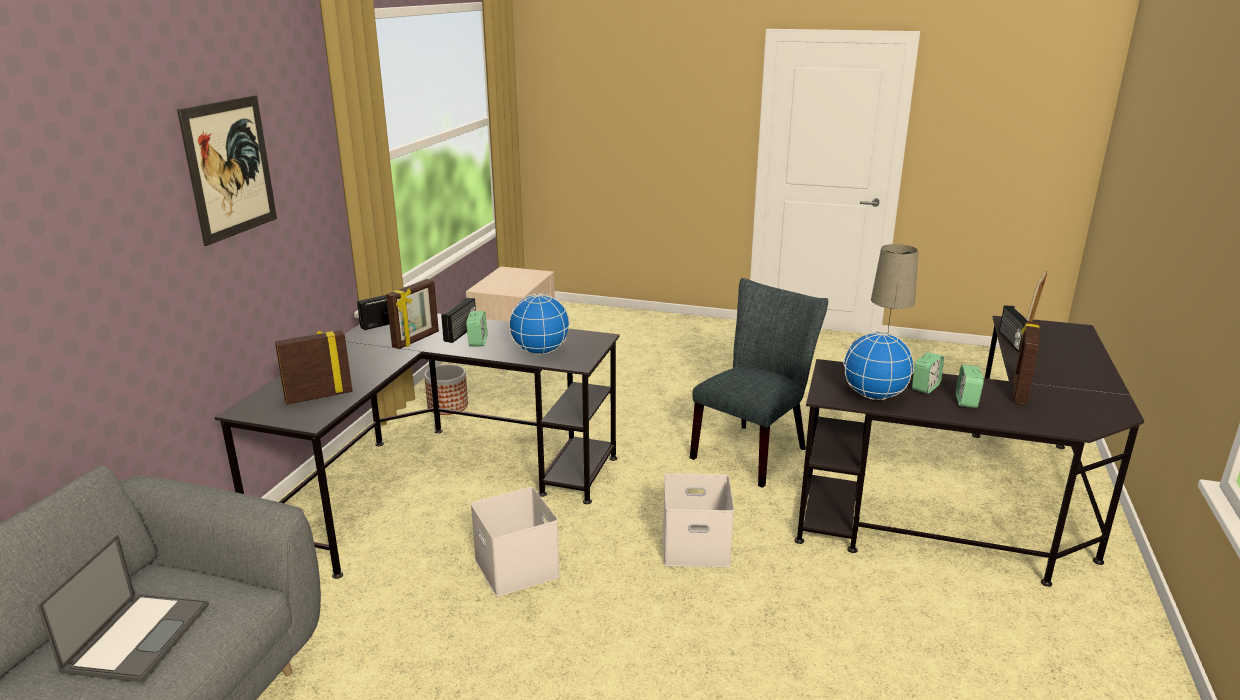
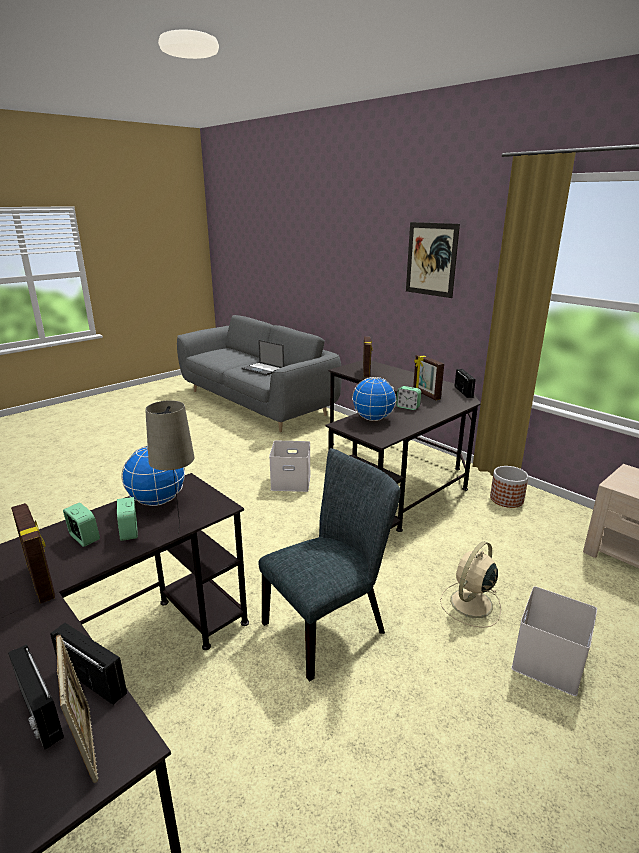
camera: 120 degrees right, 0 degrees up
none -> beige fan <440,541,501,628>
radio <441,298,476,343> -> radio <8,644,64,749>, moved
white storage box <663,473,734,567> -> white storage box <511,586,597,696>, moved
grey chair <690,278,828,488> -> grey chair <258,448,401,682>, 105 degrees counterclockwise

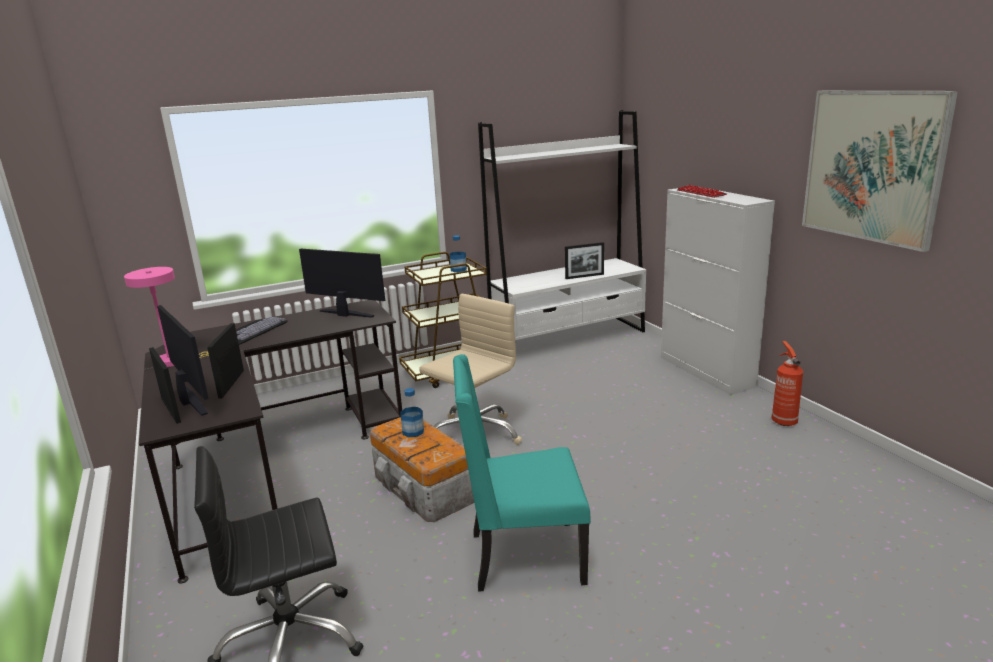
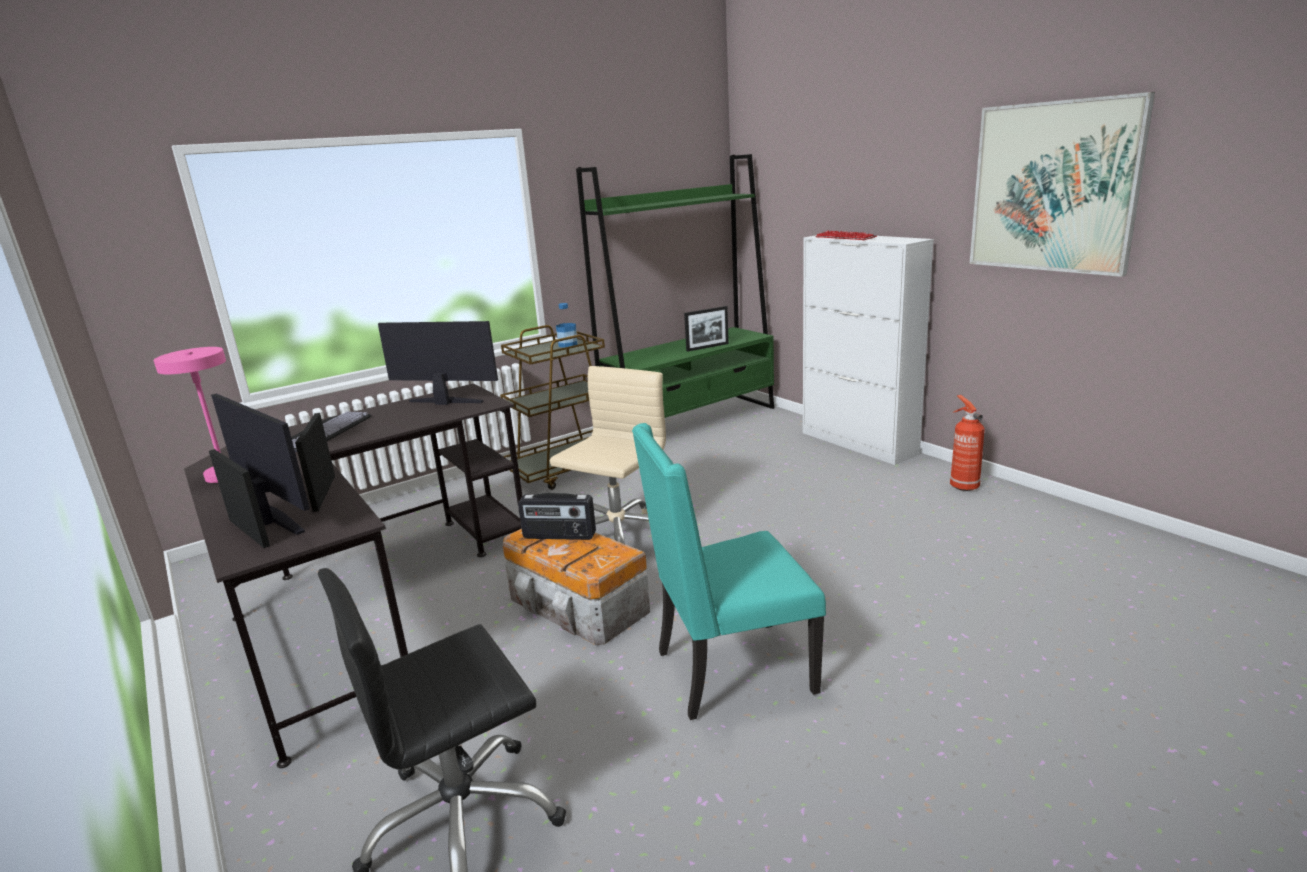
camera: 10 degrees left, 0 degrees up
bottle <400,388,424,437> -> radio <518,493,596,540>
white bookcase <478,110,646,340> -> green bookcase <576,154,774,418>

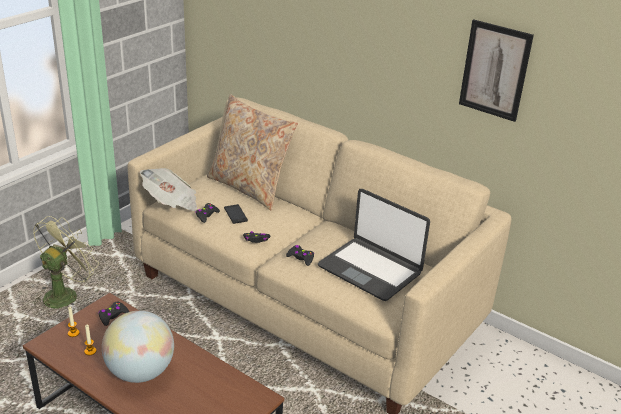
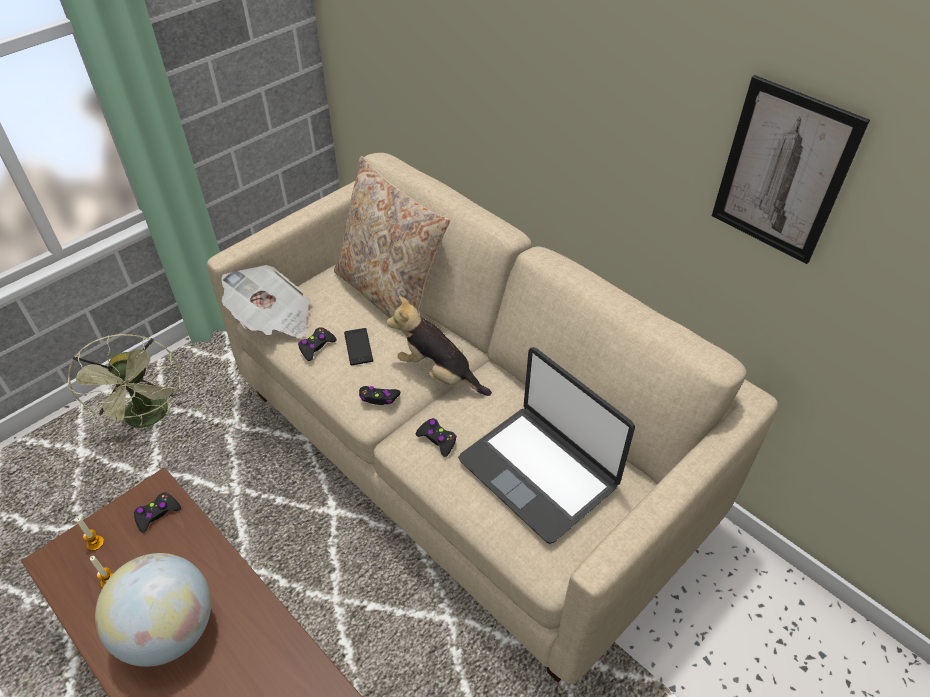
camera: 10 degrees right, 15 degrees up
none -> plush toy <386,296,492,396>
green fan <33,216,99,308> -> green fan <67,334,185,428>, 120 degrees clockwise

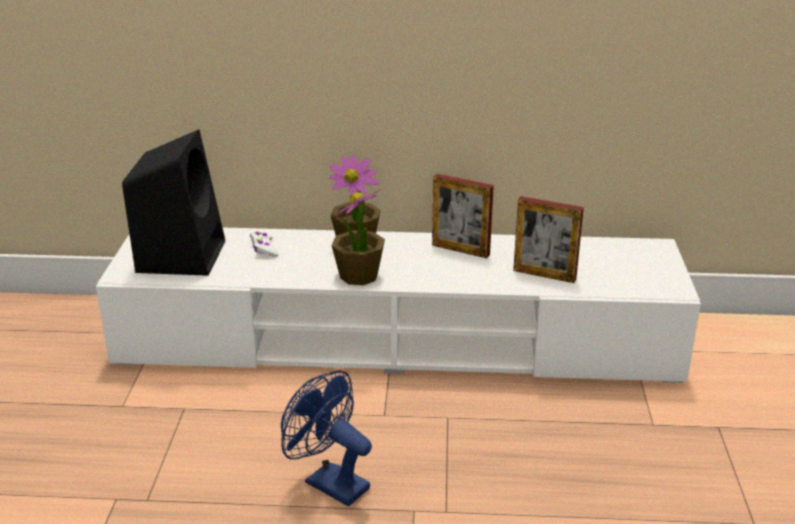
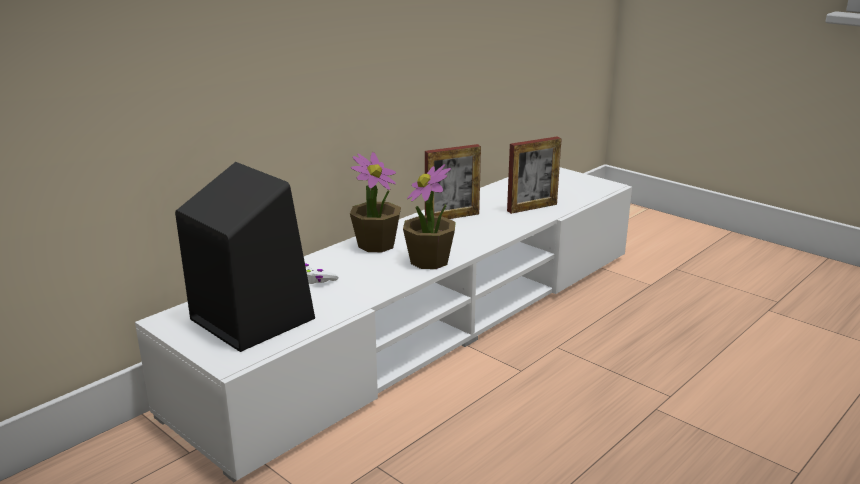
camera: 50 degrees left, 5 degrees down
blue fan <281,370,372,506> -> none

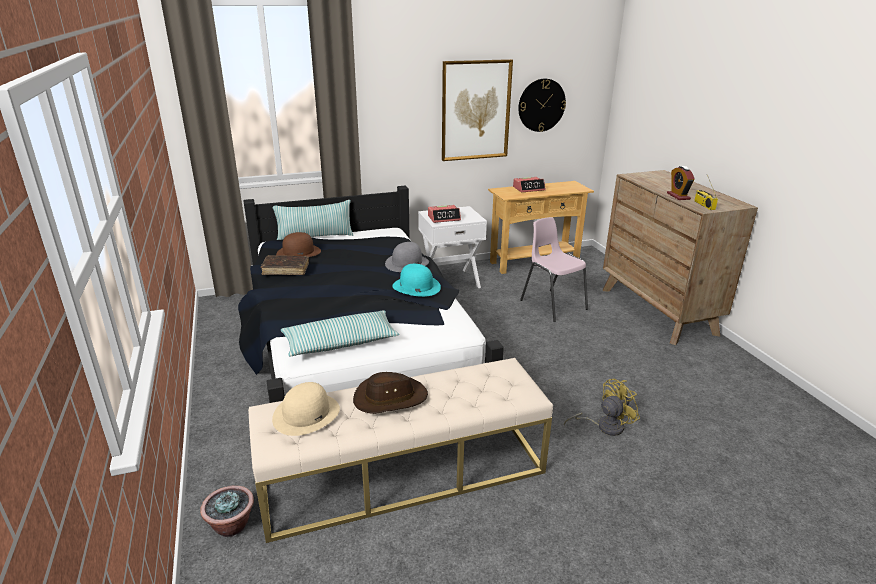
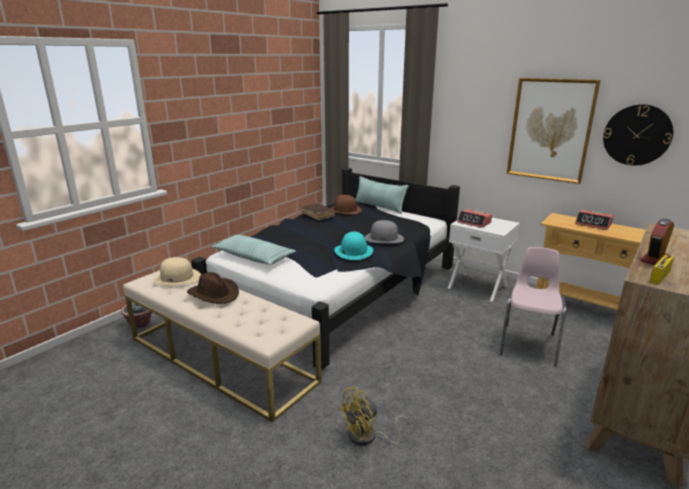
camera: 55 degrees right, 5 degrees down
yellow fan <564,379,640,436> -> yellow fan <338,386,412,446>, 120 degrees clockwise

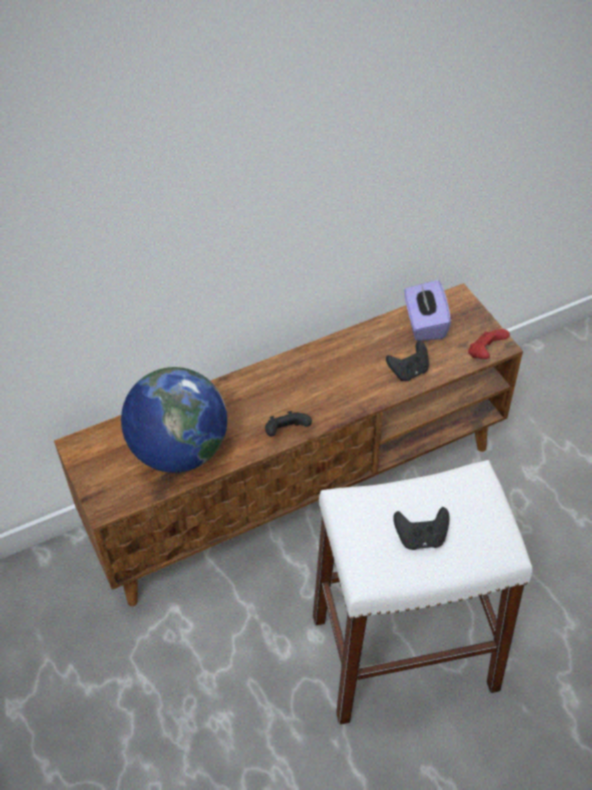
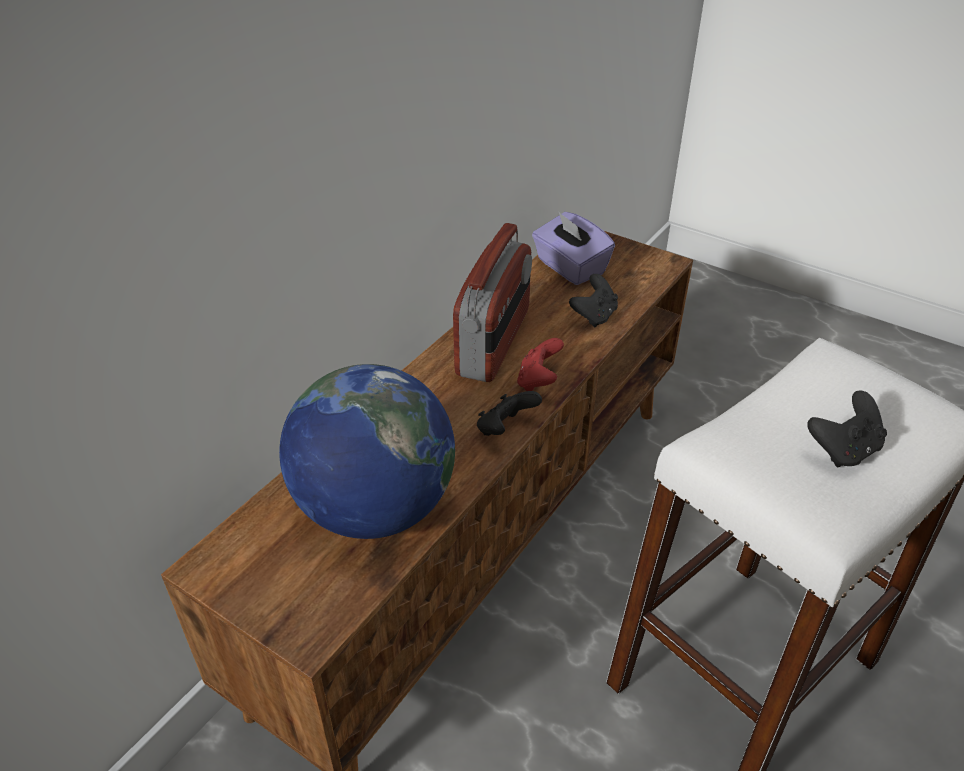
camera: 30 degrees left, 10 degrees down
none -> radio <453,223,532,382>
red game controller <468,329,510,359> -> red game controller <517,338,564,391>, moved

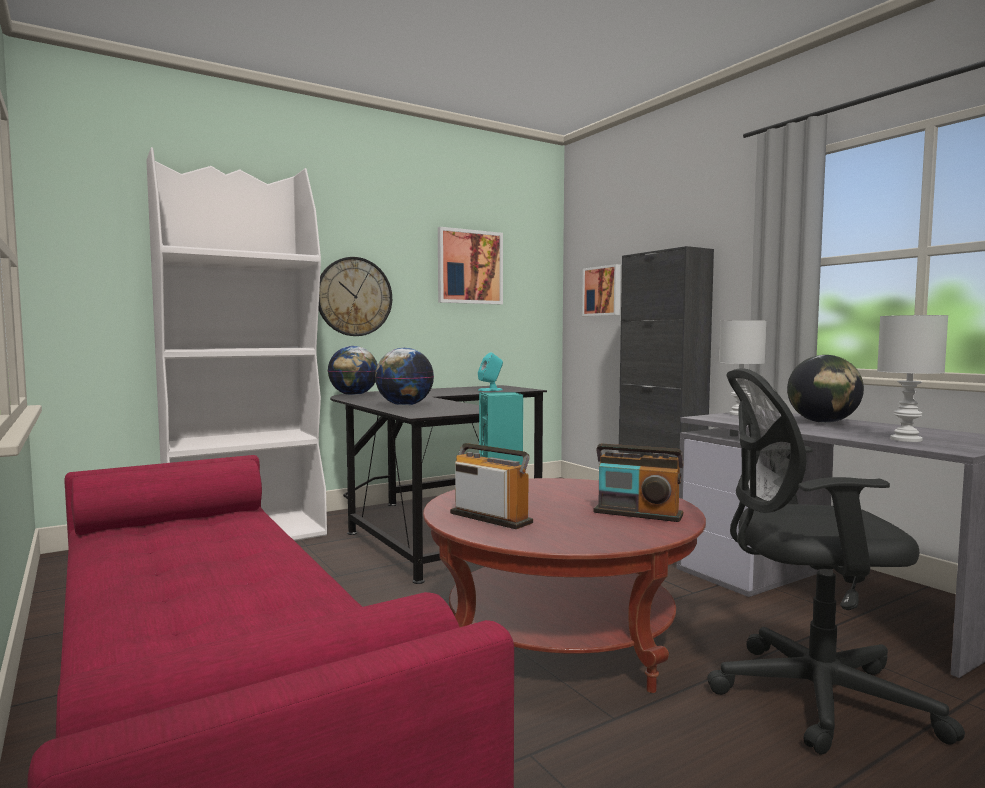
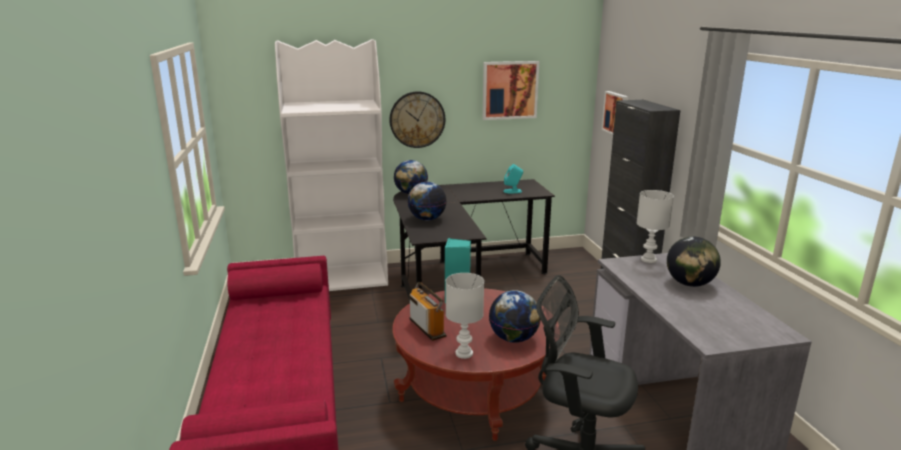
camera: 20 degrees right, 15 degrees up
white table lamp <877,315,948,442> -> white table lamp <446,273,484,359>, moved
radio <594,444,684,522> -> globe <489,290,541,343>

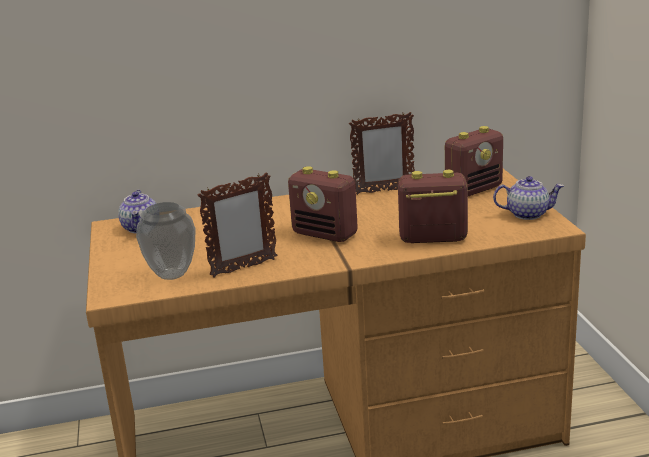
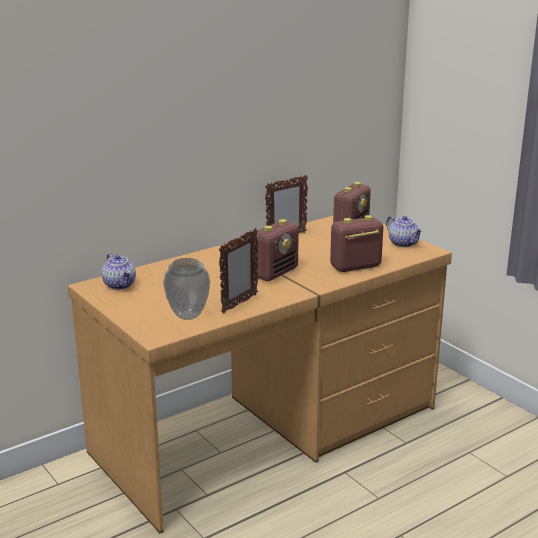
camera: 25 degrees left, 0 degrees up
radio <288,166,358,242> -> radio <254,219,299,281>, 60 degrees counterclockwise
teapot <493,176,564,220> -> teapot <386,216,423,247>, 75 degrees clockwise

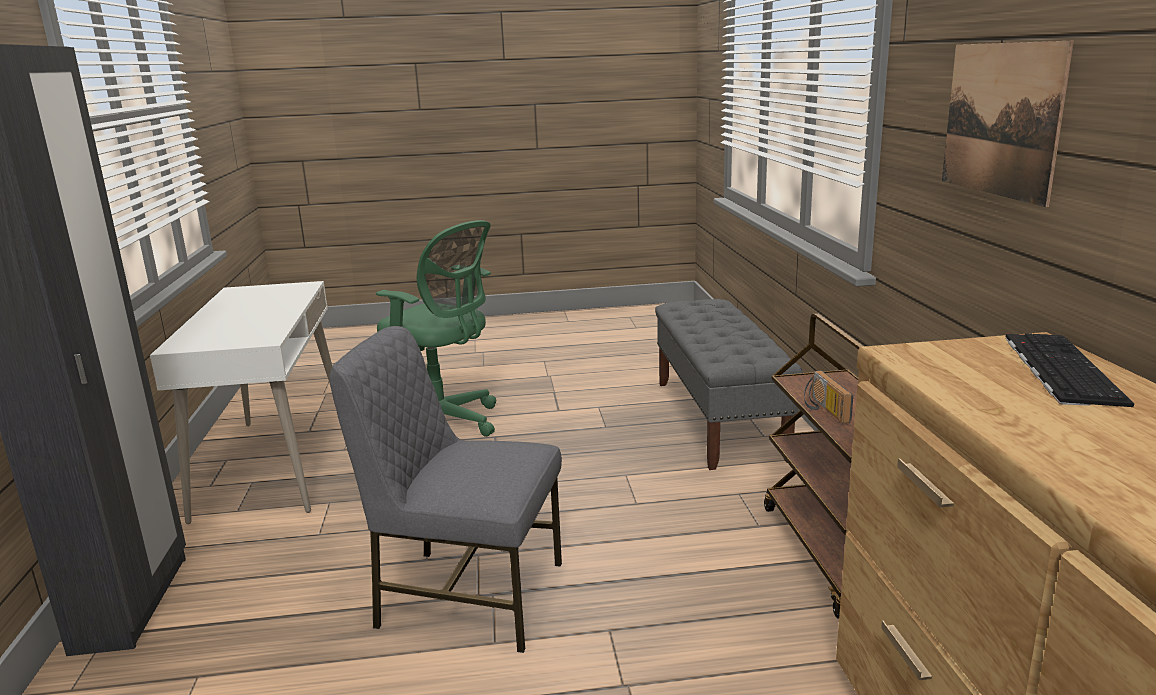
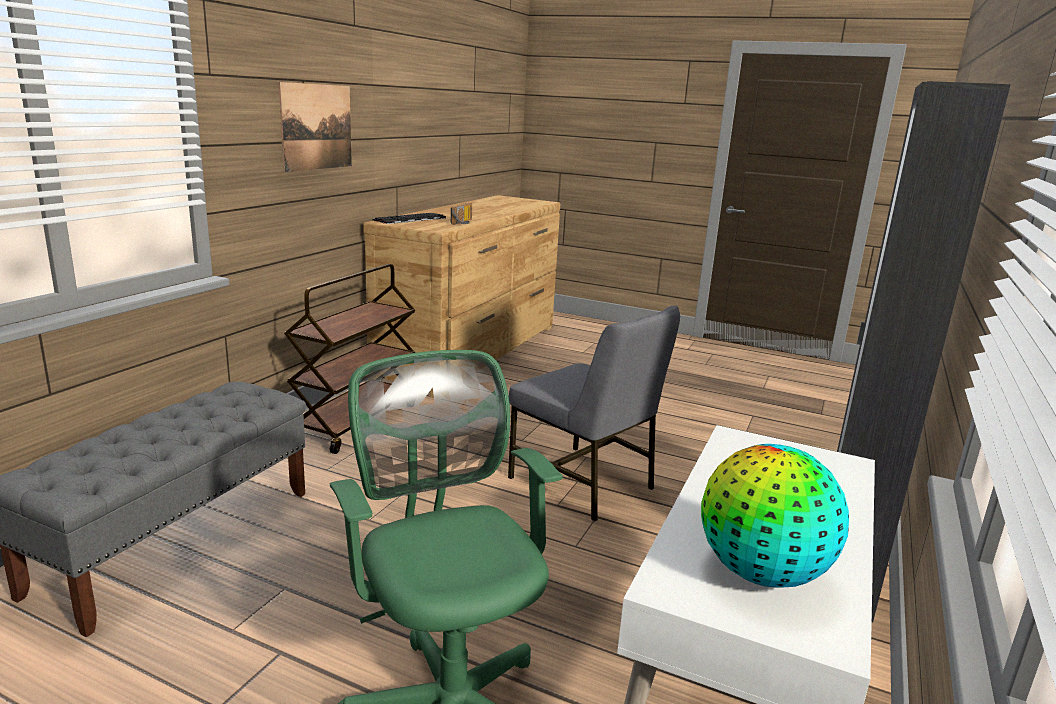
camera: 150 degrees left, 0 degrees up
none -> globe <701,444,849,588>
radio <804,370,853,423> -> radio <451,203,472,225>, moved

